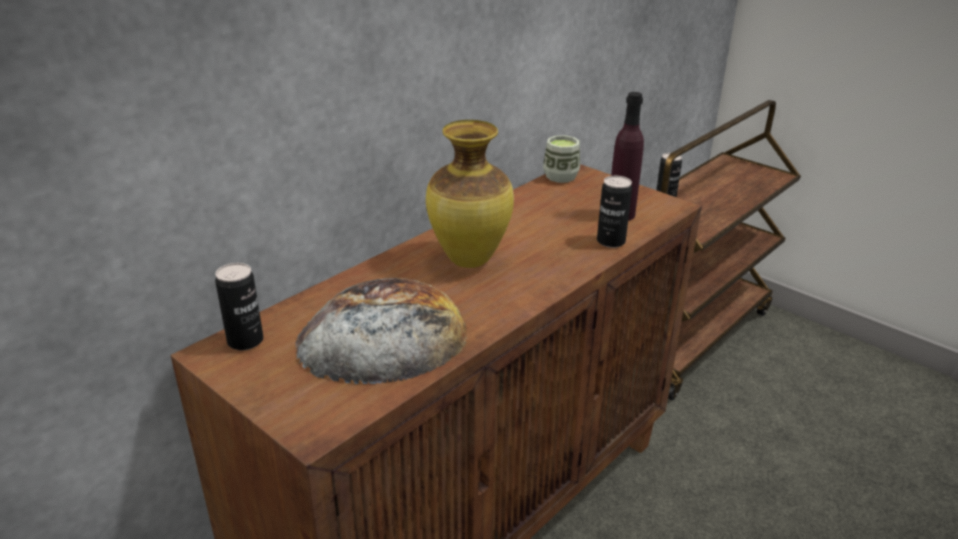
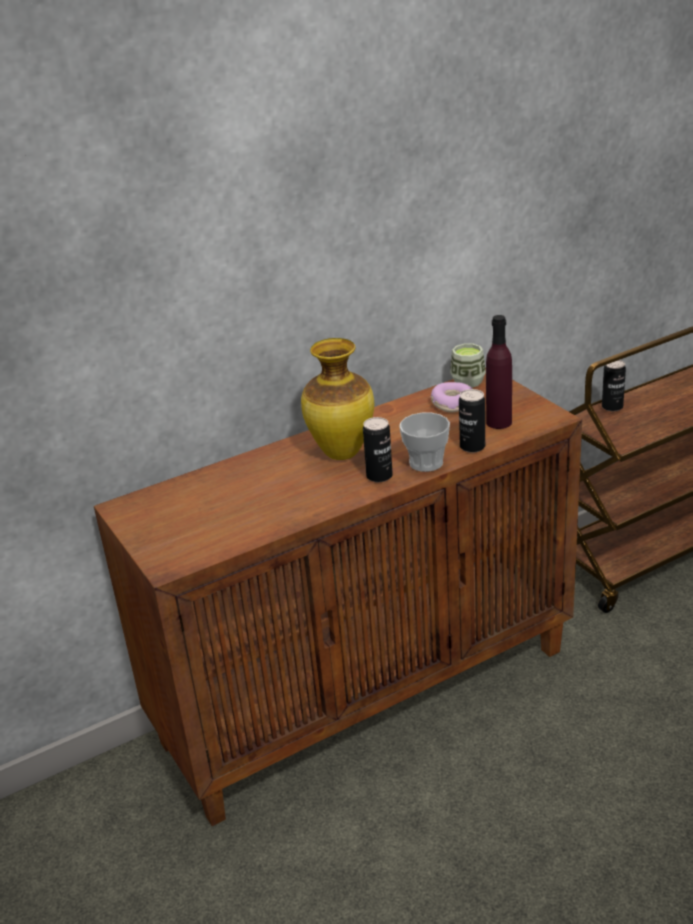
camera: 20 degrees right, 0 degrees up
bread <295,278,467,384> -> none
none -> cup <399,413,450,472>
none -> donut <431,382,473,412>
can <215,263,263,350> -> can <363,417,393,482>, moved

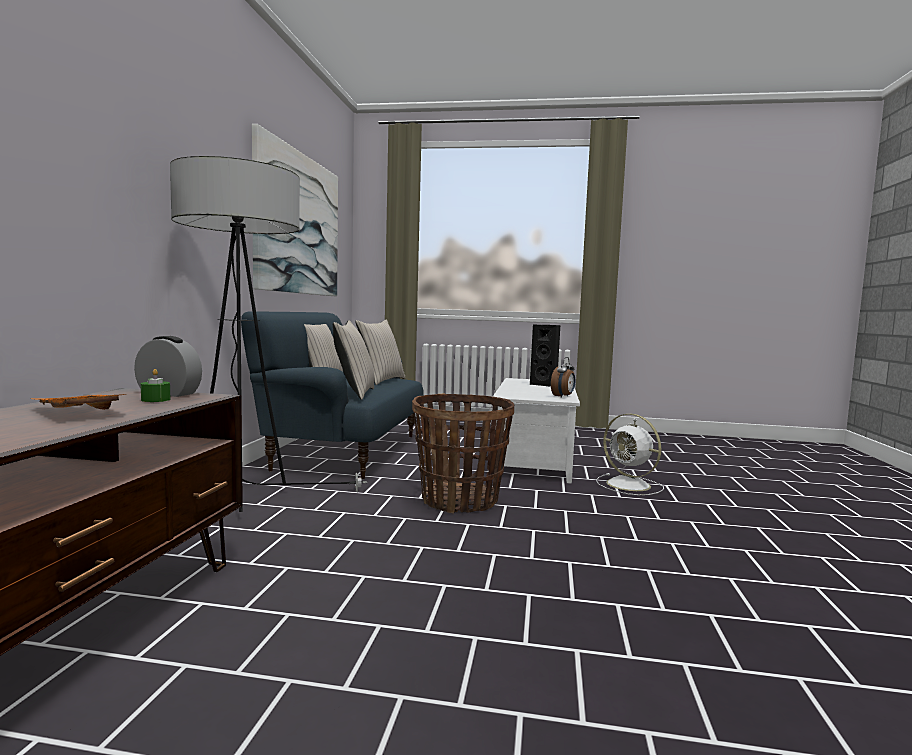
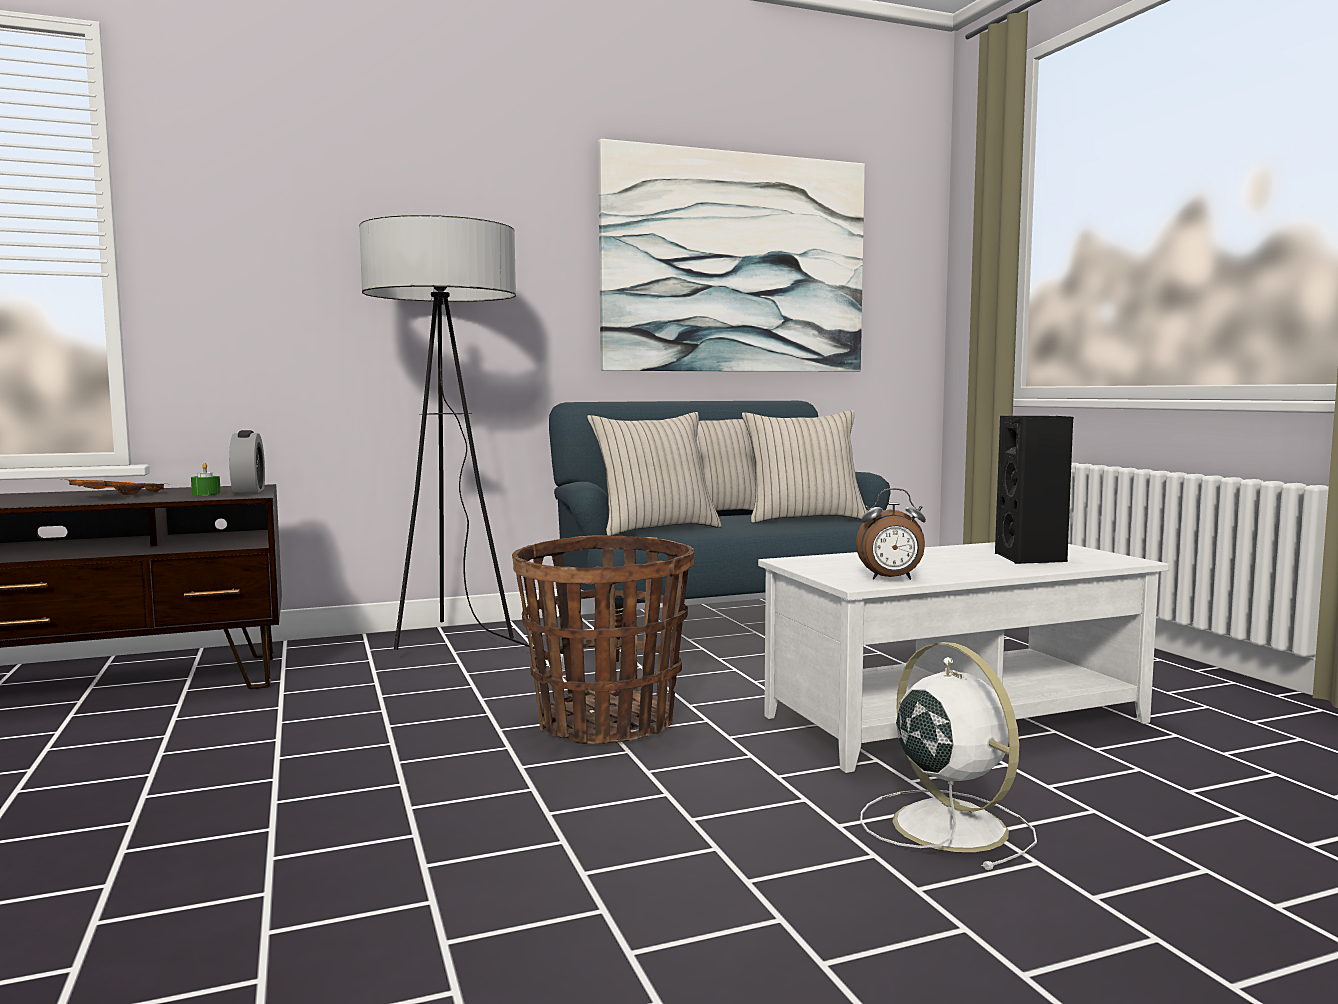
camera: 60 degrees right, 0 degrees up
white fan <596,414,664,495> -> white fan <860,642,1037,870>, 135 degrees clockwise

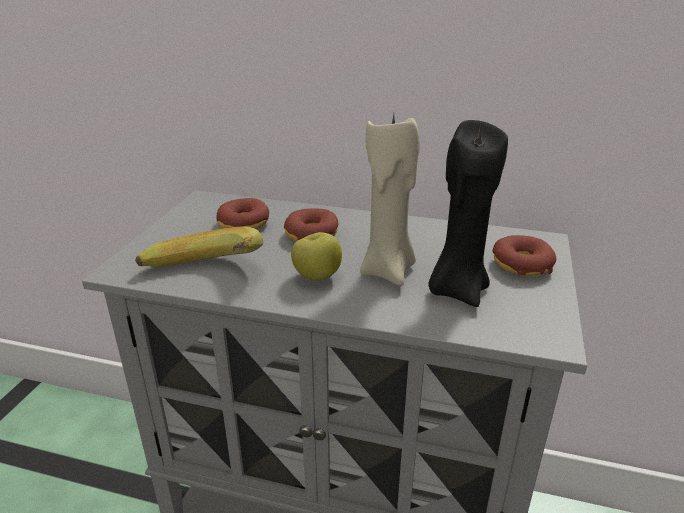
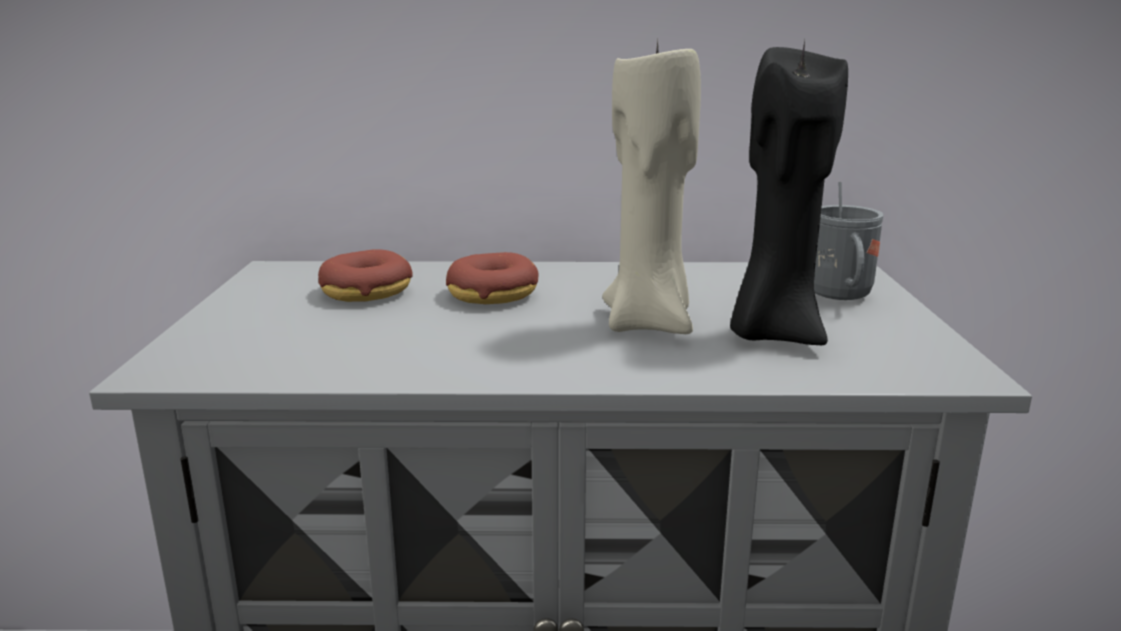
camera: 15 degrees left, 10 degrees down
banana <135,226,263,267> -> none
apple <291,232,342,281> -> none
donut <492,235,556,276> -> grey mug <814,182,884,300>

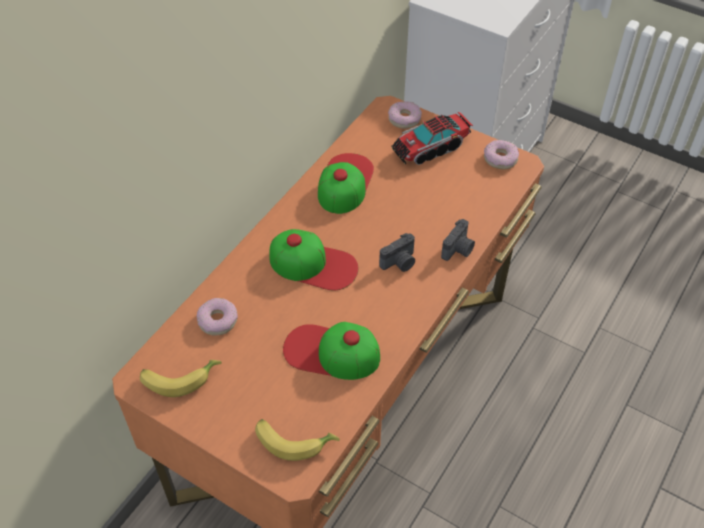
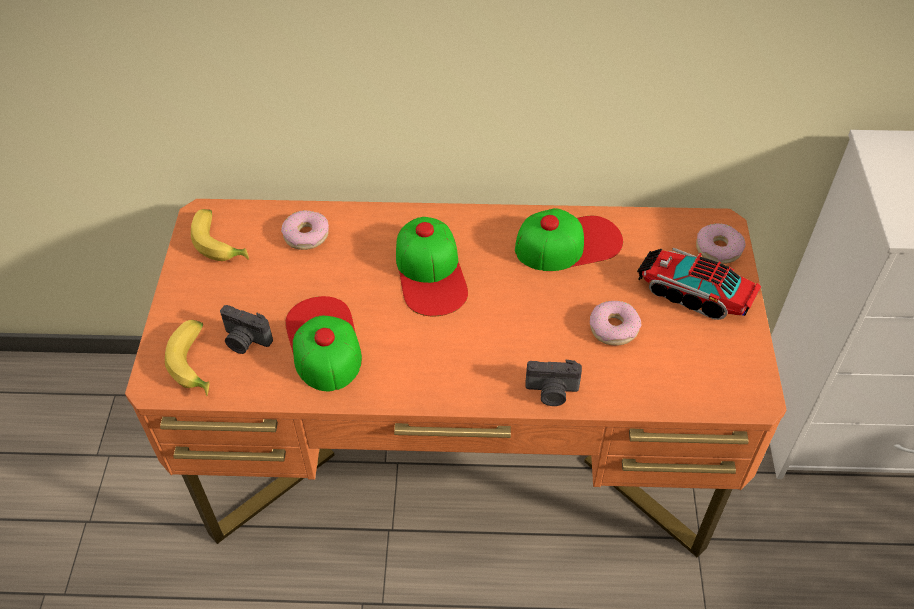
camera: 60 degrees right, 0 degrees up
photo camera <379,233,415,272> -> photo camera <220,305,273,354>, moved
donut <484,140,519,170> -> donut <590,301,641,346>, moved

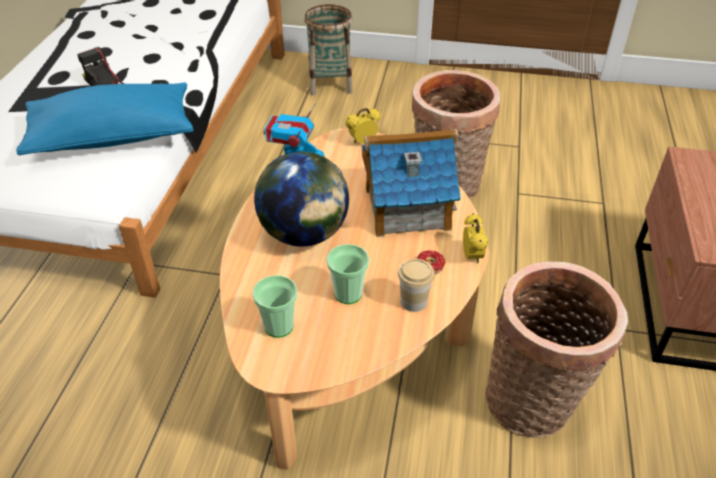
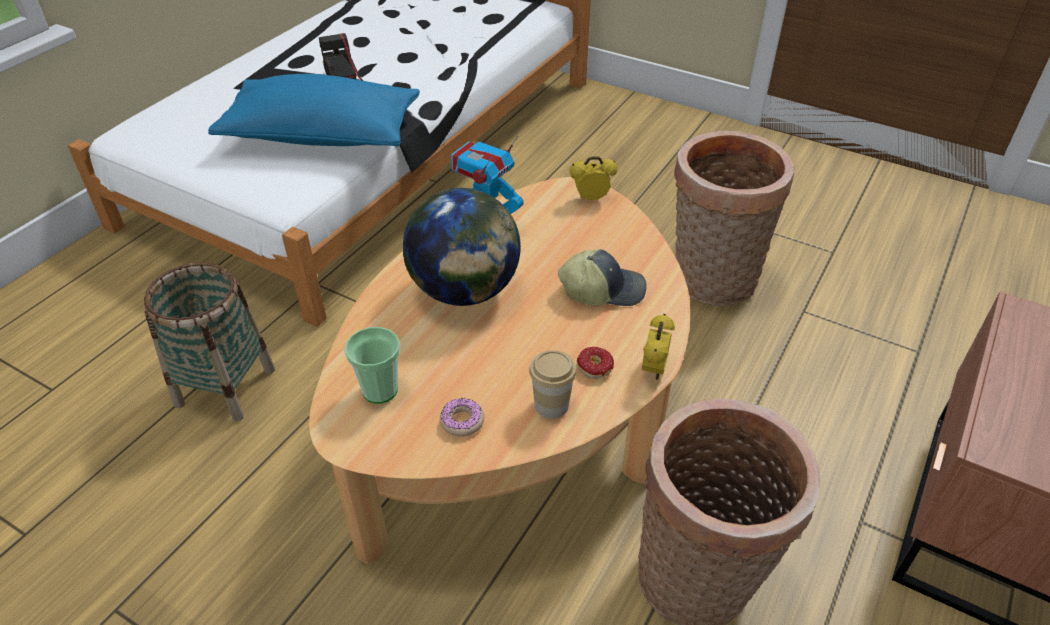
camera: 20 degrees right, 0 degrees up
cup <326,244,369,304> -> none
none -> donut <440,398,484,437>
basket <304,4,353,95> -> basket <144,262,275,421>, moved
toy house <362,129,461,237> -> cap <558,249,647,306>

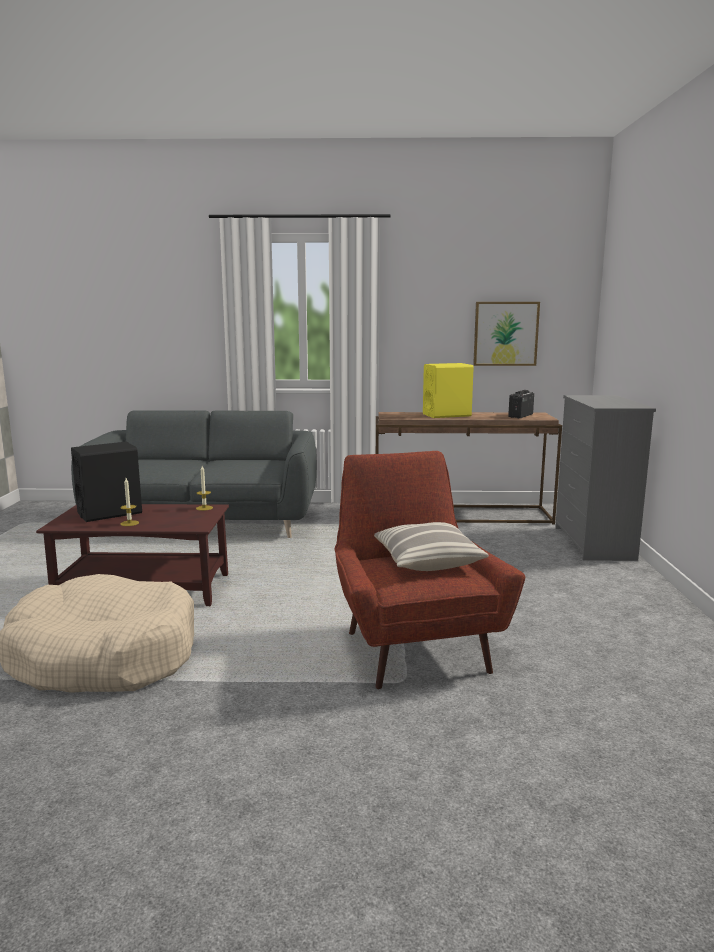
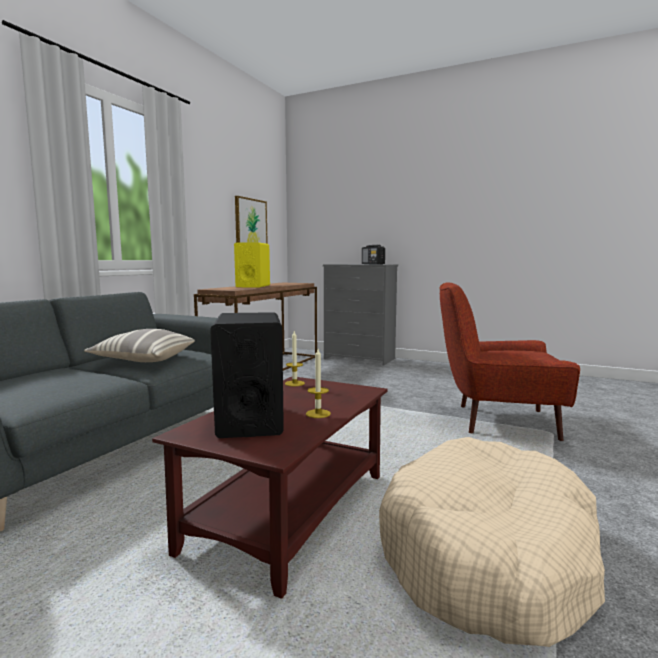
camera: 65 degrees left, 5 degrees down
pillow <374,522,489,571> -> pillow <84,329,195,362>, moved
radio <508,390,534,418> -> radio <362,245,385,264>, moved

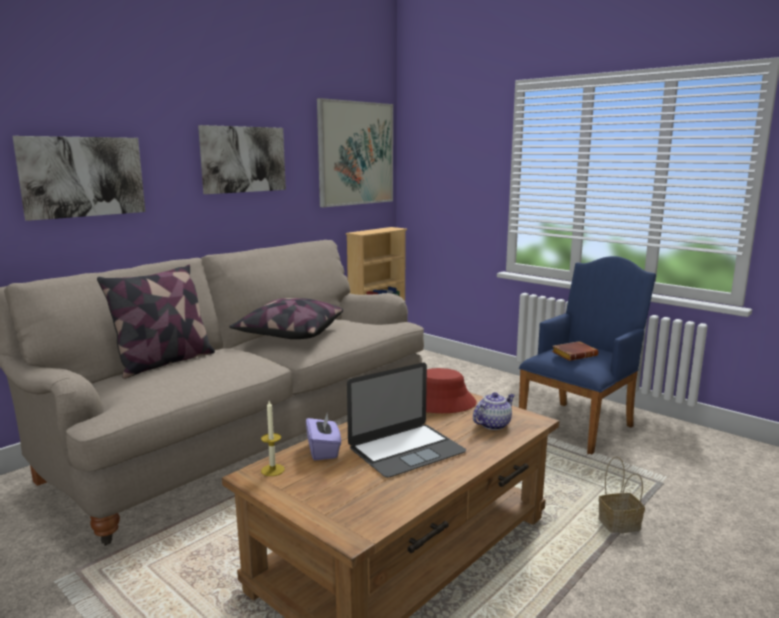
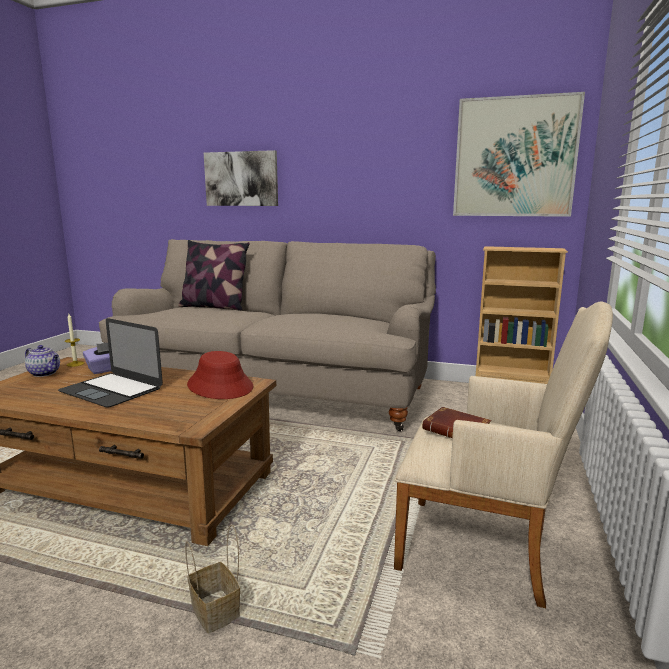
camera: 65 degrees right, 0 degrees up
picture <198,125,286,194> -> none
pillow <229,298,343,339> -> none
teapot <473,392,515,430> -> teapot <25,345,60,377>, moved
blue armchair <519,256,656,455> -> beige armchair <394,301,613,608>

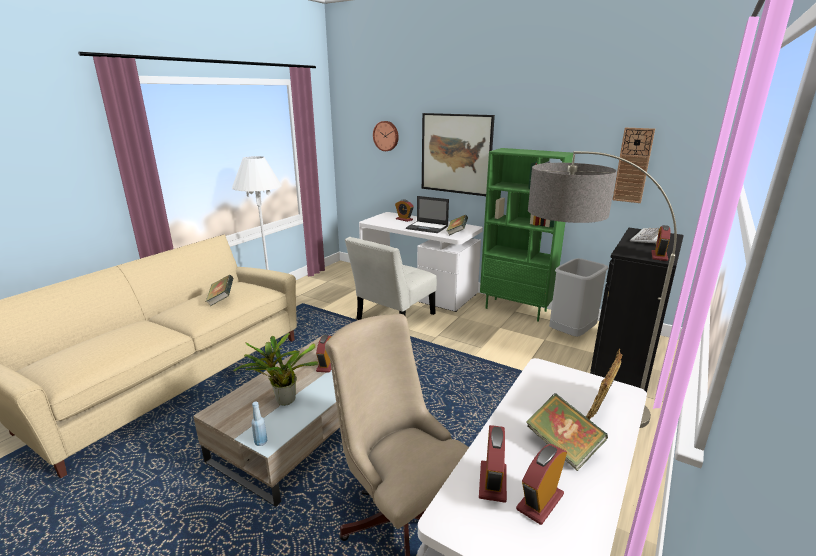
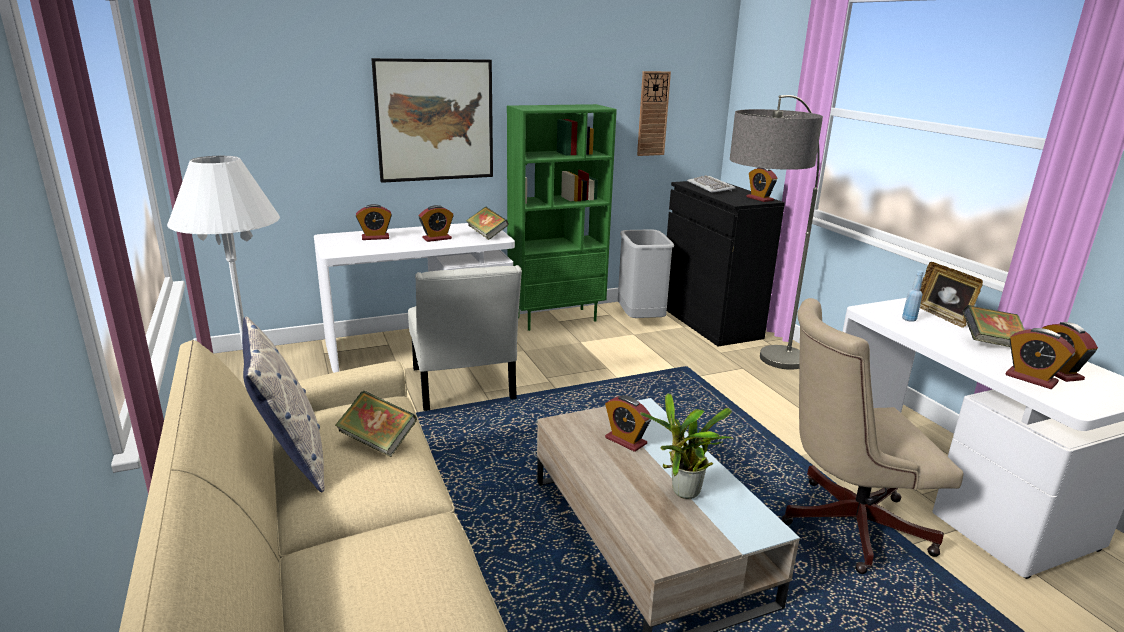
camera: 55 degrees left, 0 degrees up
wall clock <373,121,399,151> -> none
none -> pillow <242,316,325,492>
blue bottle <251,402,267,446> -> blue bottle <902,270,924,322>, moved
laptop <406,196,449,233> -> alarm clock <419,205,454,242>

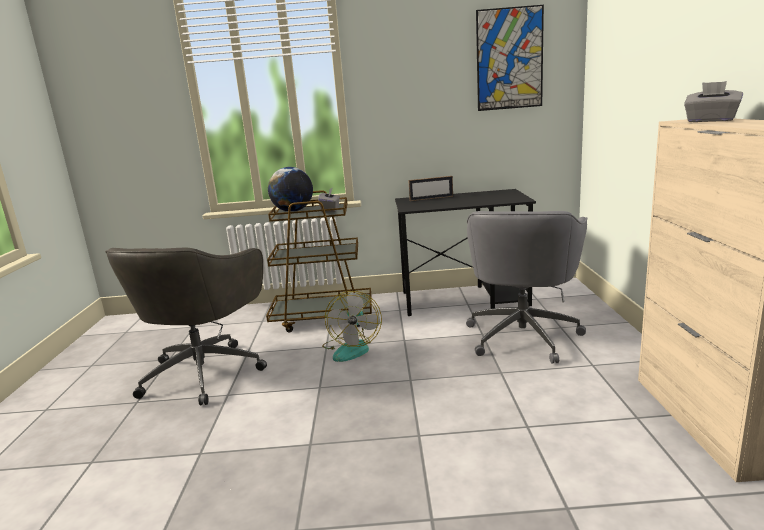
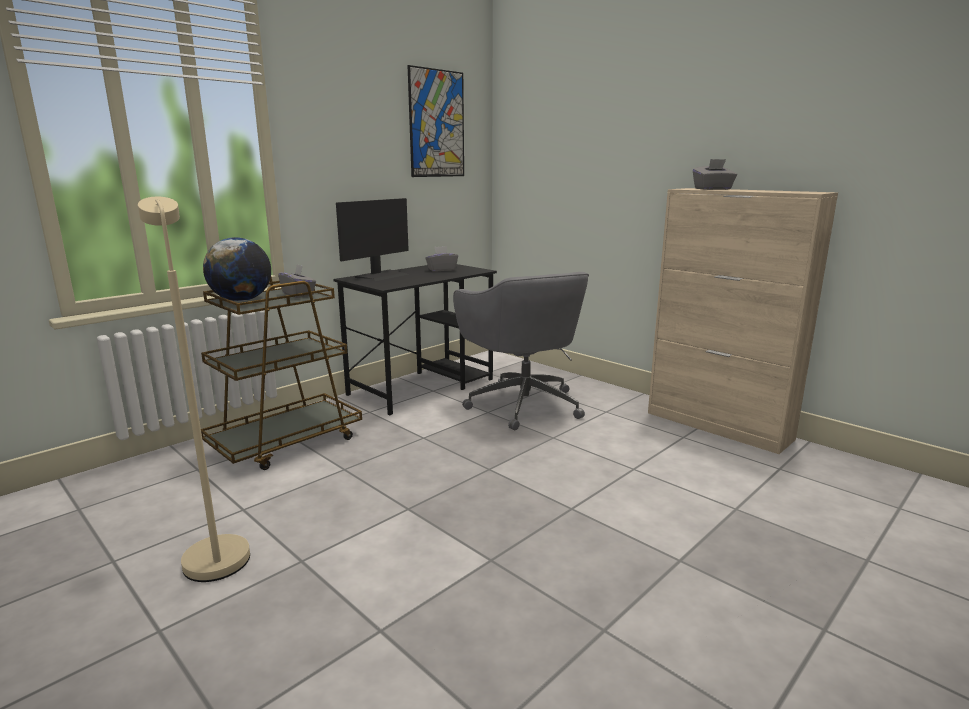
camera: 45 degrees left, 0 degrees up
fan <322,291,382,362> -> none
none -> grey tissue box <425,246,458,271>
grey office chair <105,247,267,405> -> beige floor lamp <138,197,250,582>
picture frame <408,176,453,201> -> monitor <336,198,409,281>

